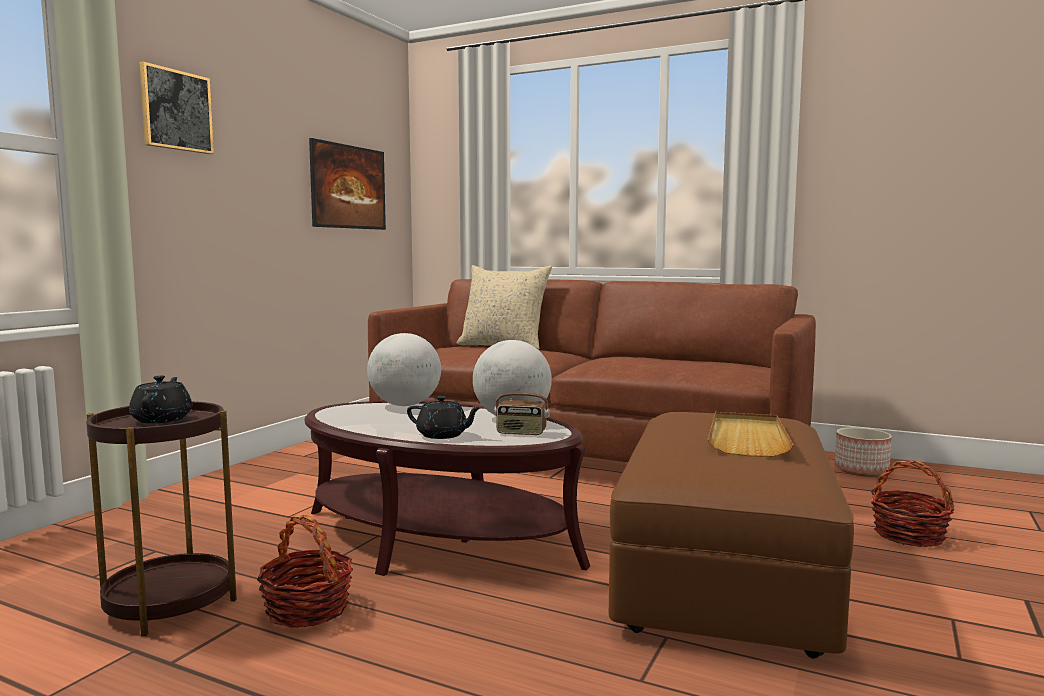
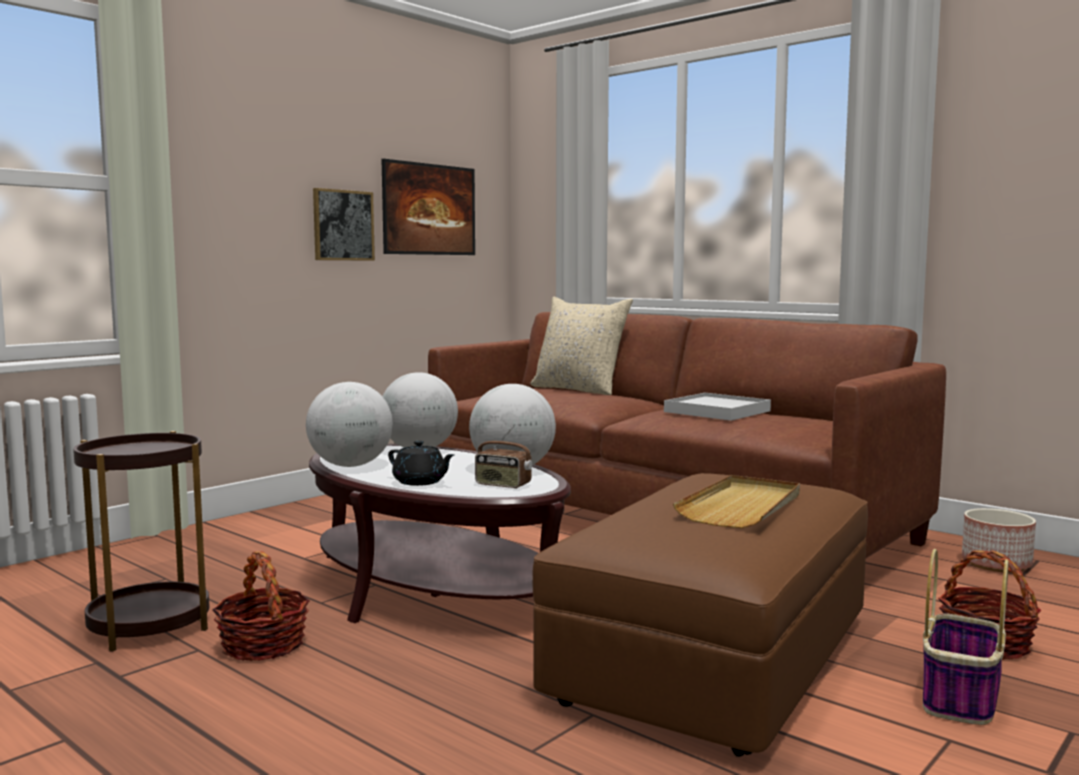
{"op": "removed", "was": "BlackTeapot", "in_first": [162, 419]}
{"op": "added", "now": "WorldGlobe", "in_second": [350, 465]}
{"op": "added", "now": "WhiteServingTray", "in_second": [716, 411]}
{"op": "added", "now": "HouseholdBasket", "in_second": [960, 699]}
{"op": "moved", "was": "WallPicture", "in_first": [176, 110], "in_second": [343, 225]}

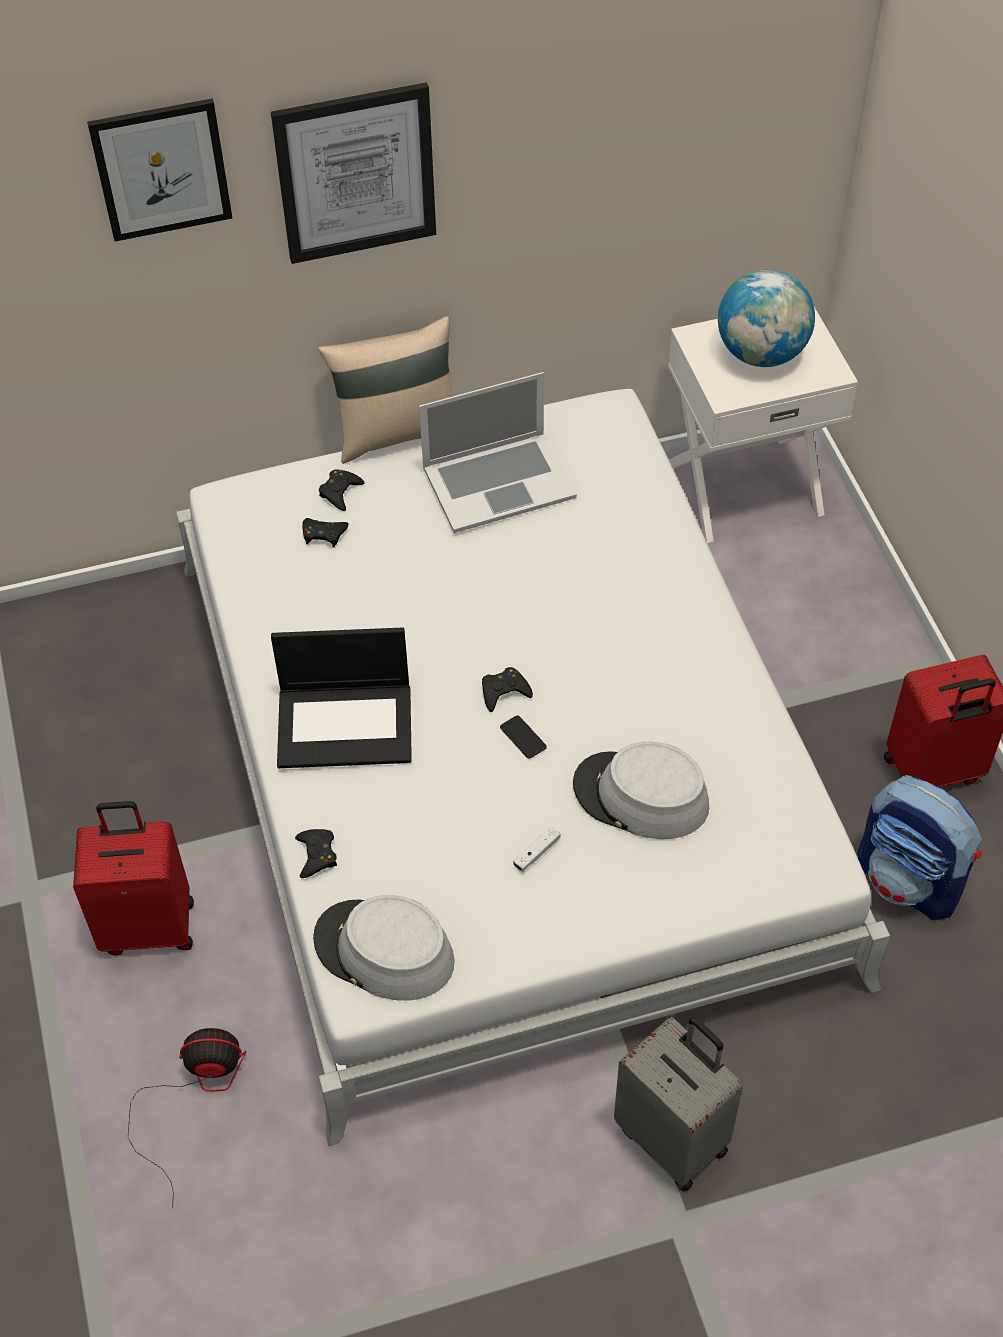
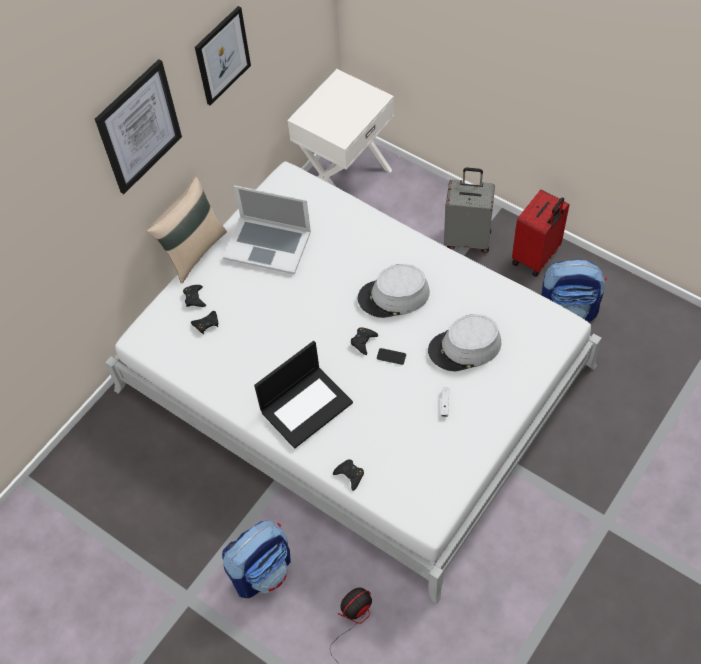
{"op": "removed", "was": "WorldGlobe", "in_first": [761, 353]}
{"op": "moved", "was": "WallPicture", "in_first": [161, 169], "in_second": [222, 55]}
{"op": "moved", "was": "GreyishClothingHat", "in_first": [383, 951], "in_second": [394, 296]}
{"op": "moved", "was": "GreyishTravelCase", "in_first": [674, 1138], "in_second": [467, 238]}
{"op": "replaced", "was": "RedTravelCase", "now": "Knapsack", "in_first": [149, 925], "in_second": [262, 570]}
{"op": "turned", "was": "PortableComputer", "in_first": [498, 481], "in_second": [267, 244], "clockwise": 75}

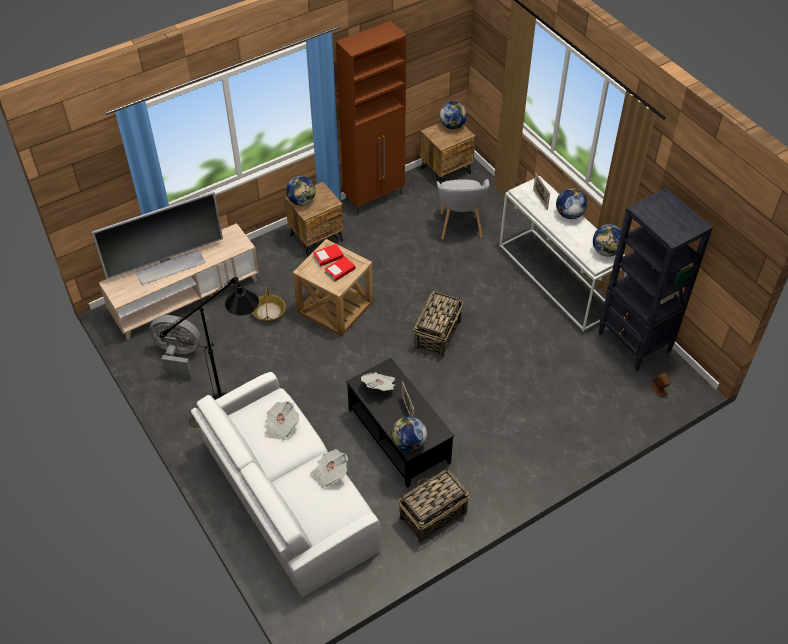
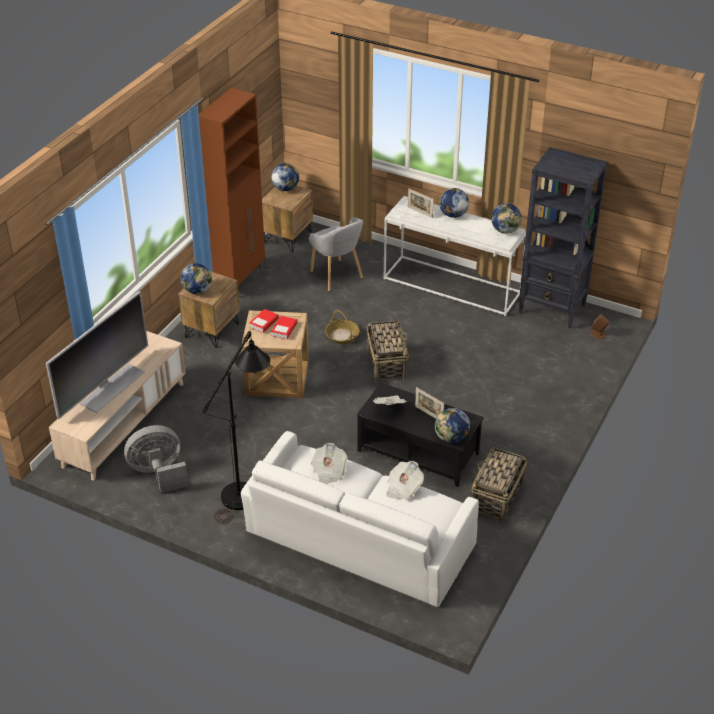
{"op": "moved", "was": "HouseholdBasket", "in_first": [269, 312], "in_second": [342, 336]}

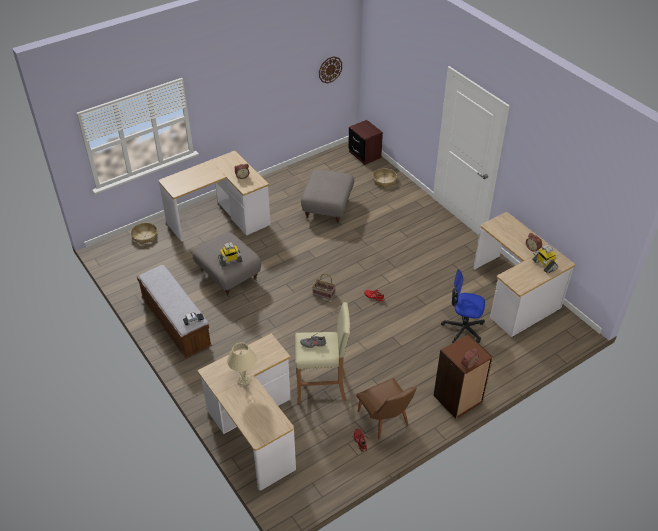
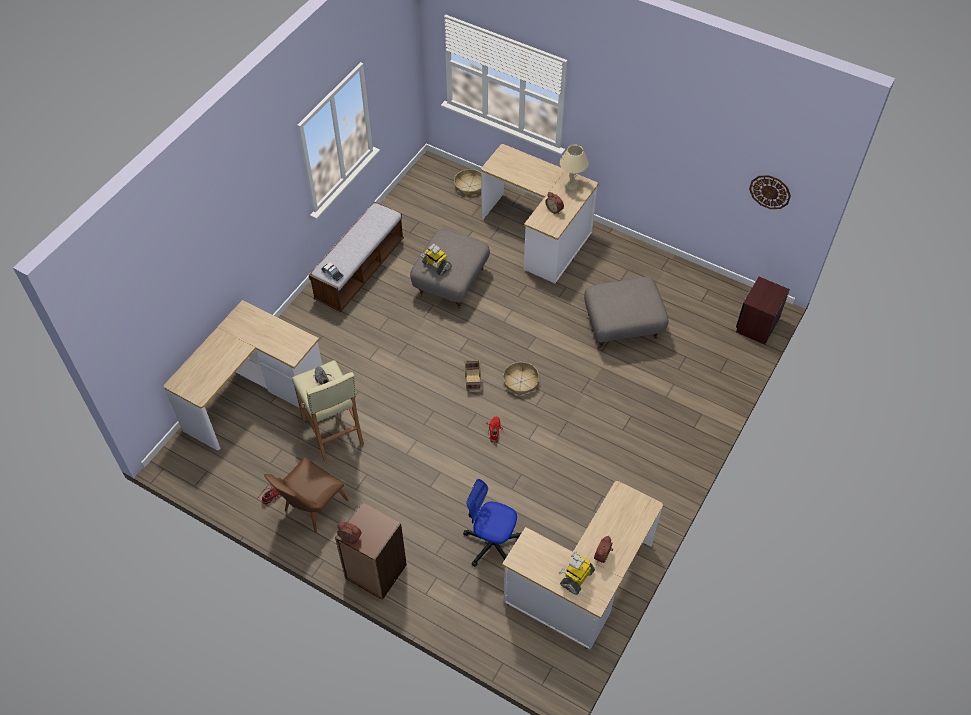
{"op": "moved", "was": "SandColouredLampForATable", "in_first": [244, 379], "in_second": [572, 185]}
{"op": "moved", "was": "HouseholdBasket", "in_first": [384, 180], "in_second": [521, 382]}
{"op": "turned", "was": "DeskChair", "in_first": [463, 328], "in_second": [491, 543], "clockwise": -60}

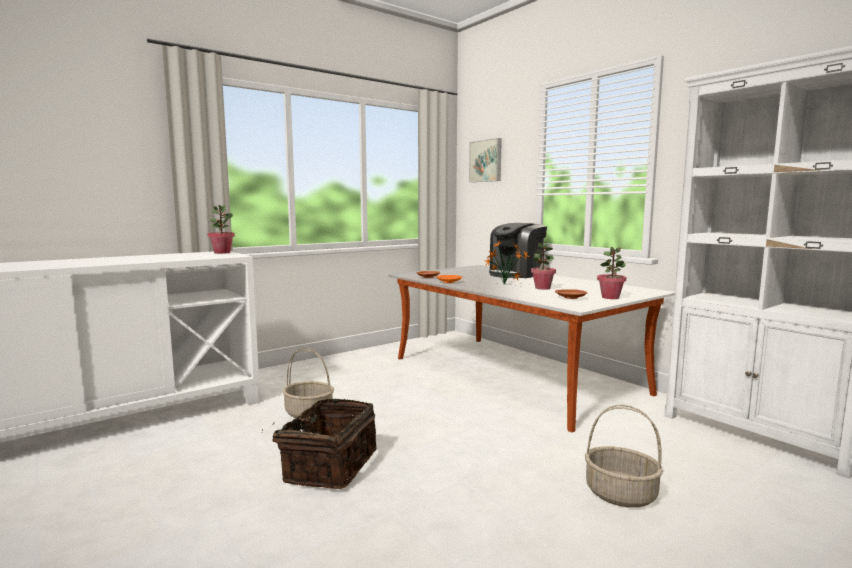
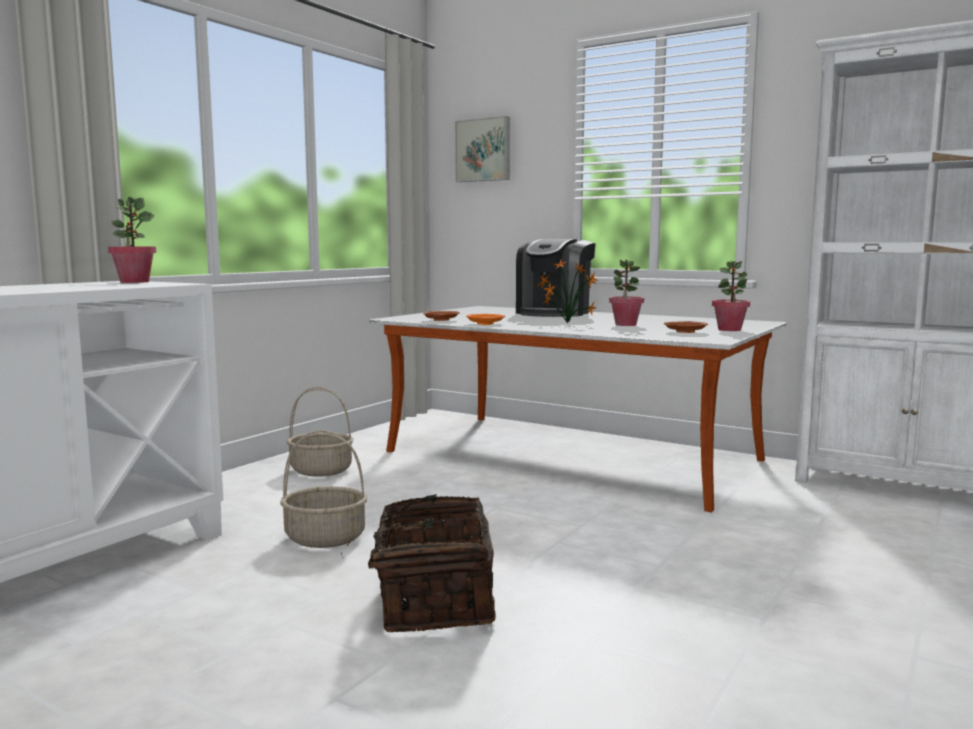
{"op": "moved", "was": "HouseholdBasket", "in_first": [621, 494], "in_second": [322, 470]}

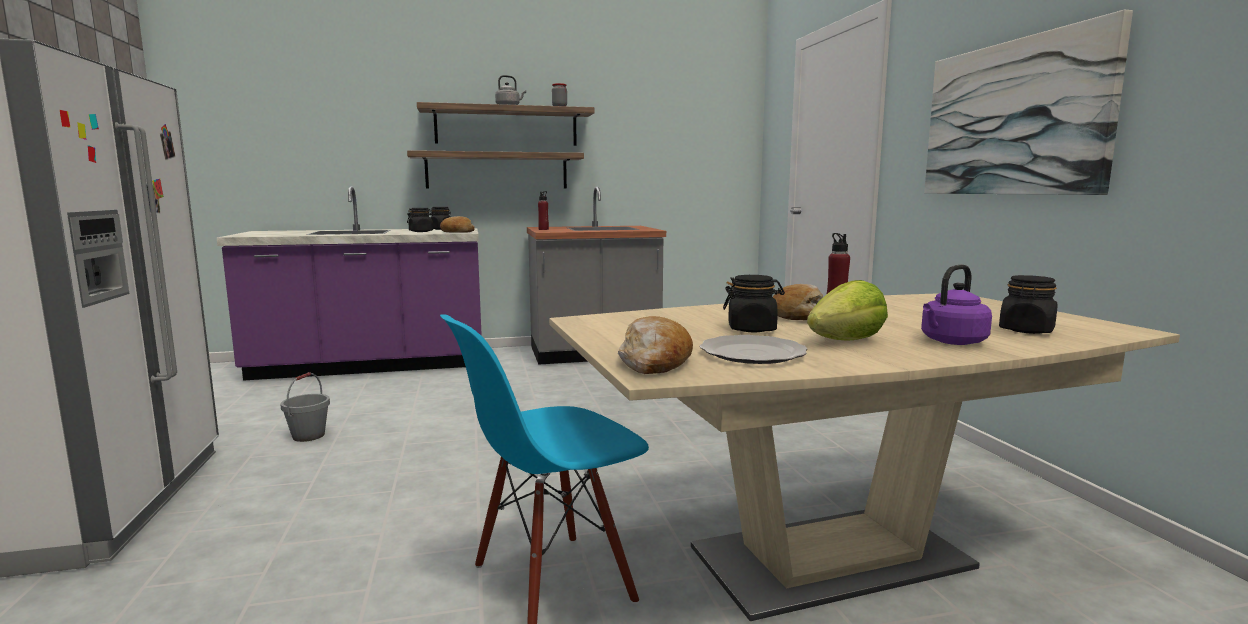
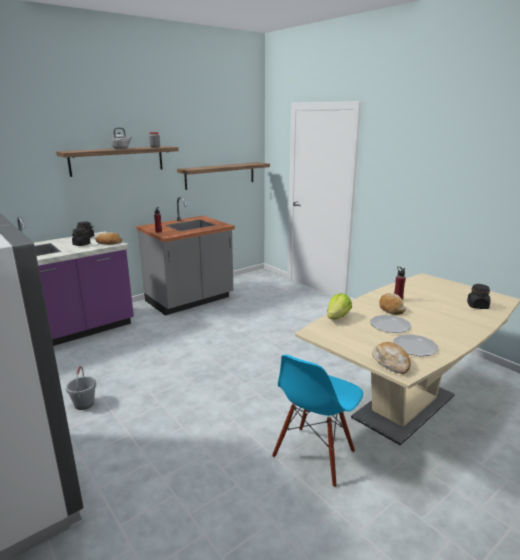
{"op": "removed", "was": "PurpleColouredTeaKettle", "in_first": [951, 342]}
{"op": "removed", "was": "WallPicture", "in_first": [1013, 118]}
{"op": "moved", "was": "Shelf", "in_first": [497, 171], "in_second": [220, 175]}
{"op": "moved", "was": "Lettuce", "in_first": [846, 341], "in_second": [337, 317]}
{"op": "replaced", "was": "BlackJar", "now": "DinnerPlate", "in_first": [752, 329], "in_second": [390, 326]}

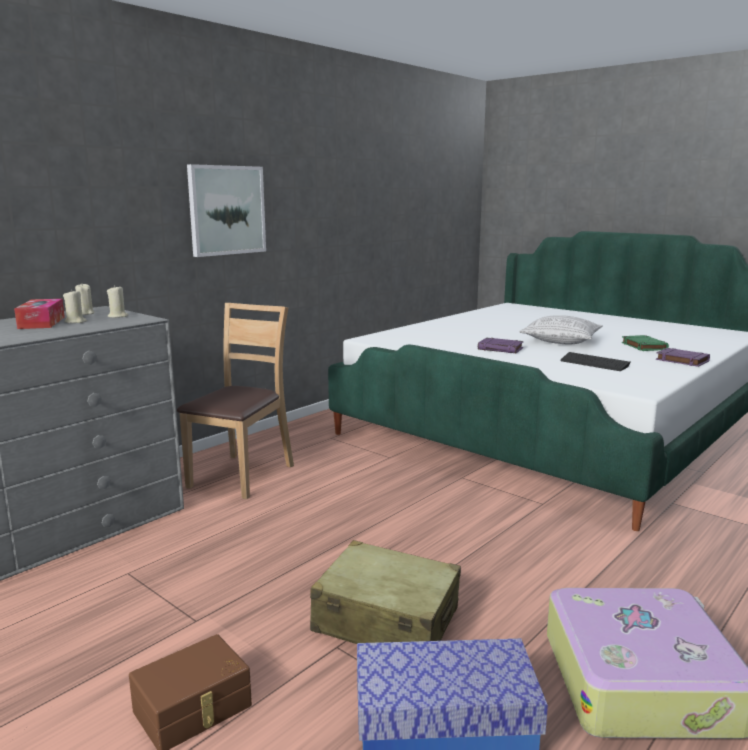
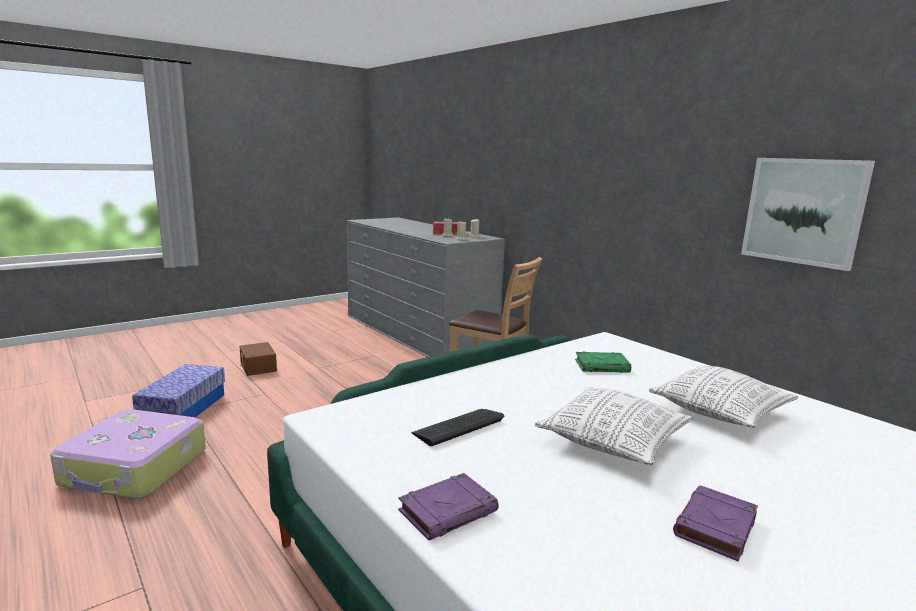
{"op": "removed", "was": "SandColouredTravelCase", "in_first": [386, 620]}
{"op": "added", "now": "Pillow", "in_second": [719, 411]}
{"op": "moved", "was": "WallPicture", "in_first": [226, 210], "in_second": [803, 211]}
{"op": "moved", "was": "PurpleColouredVolume", "in_first": [501, 349], "in_second": [715, 527]}
{"op": "moved", "was": "GreenColouredVolume", "in_first": [643, 346], "in_second": [602, 366]}

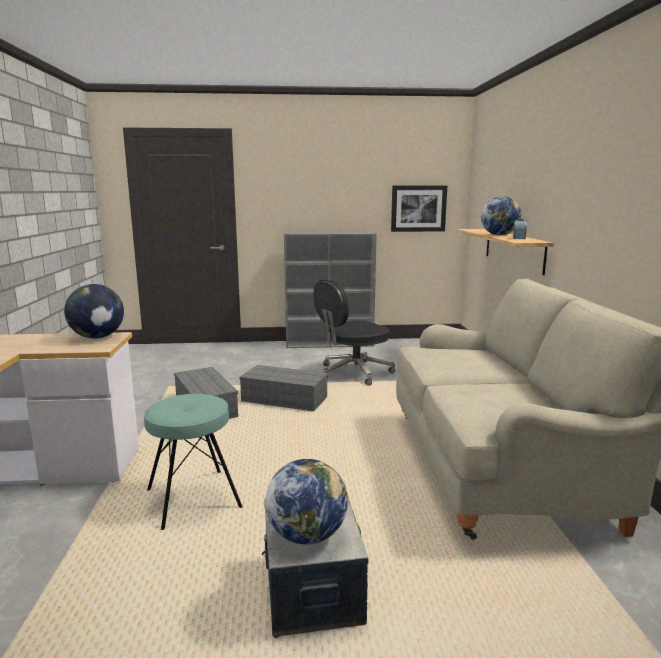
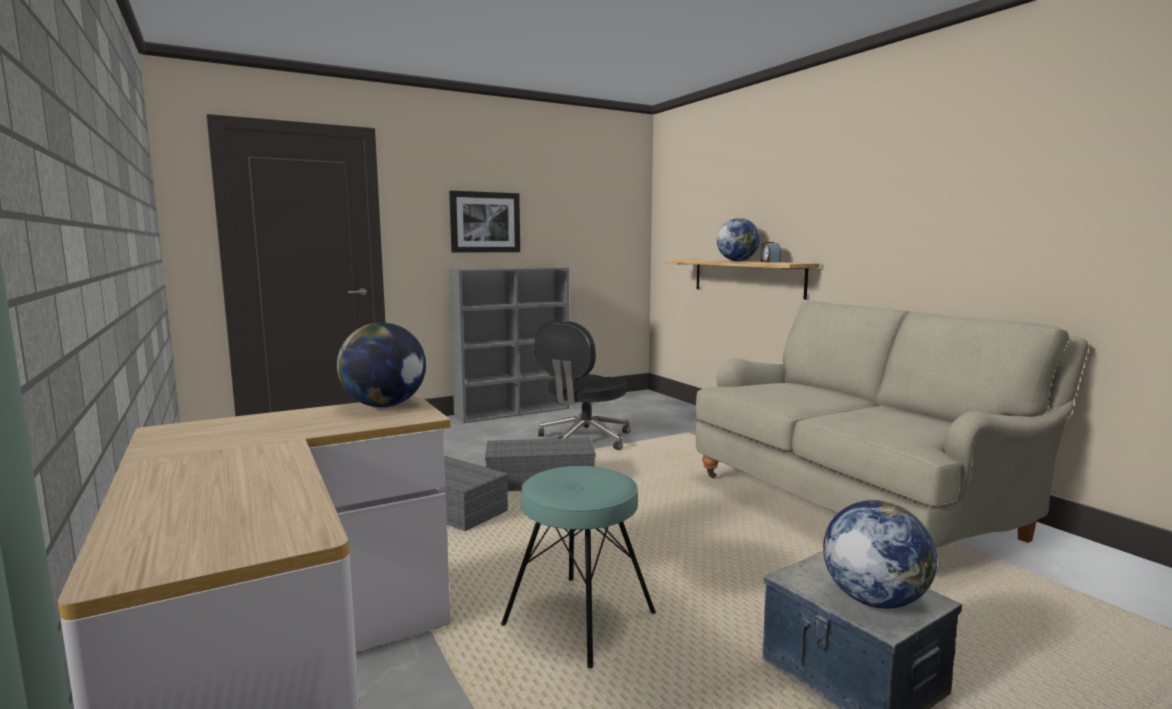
{"op": "moved", "was": "WallPicture", "in_first": [418, 208], "in_second": [485, 222]}

